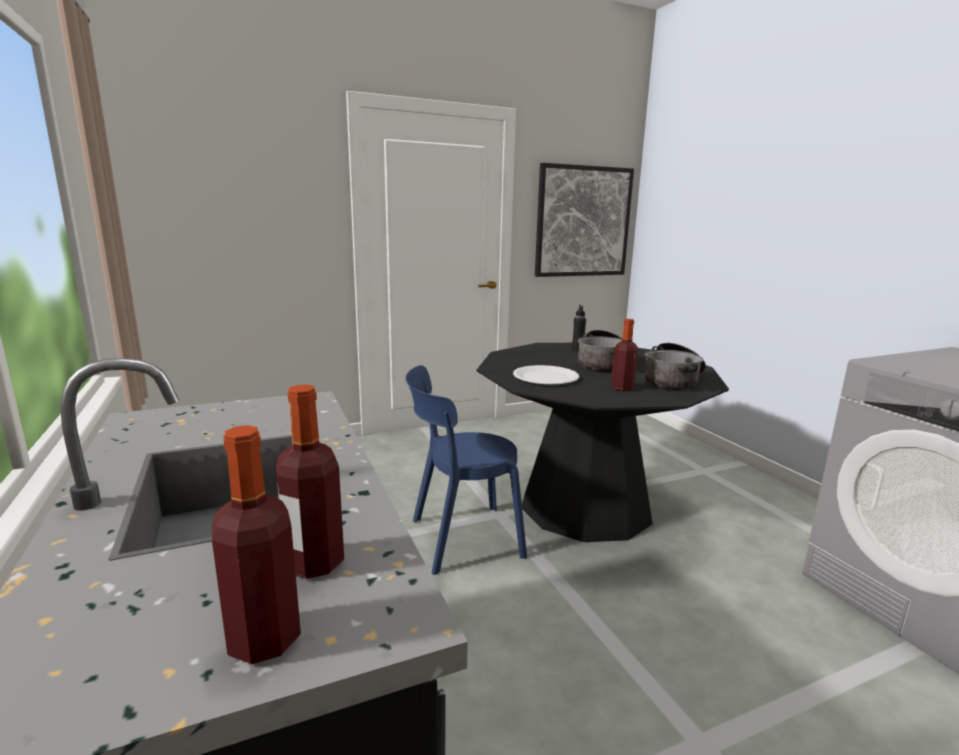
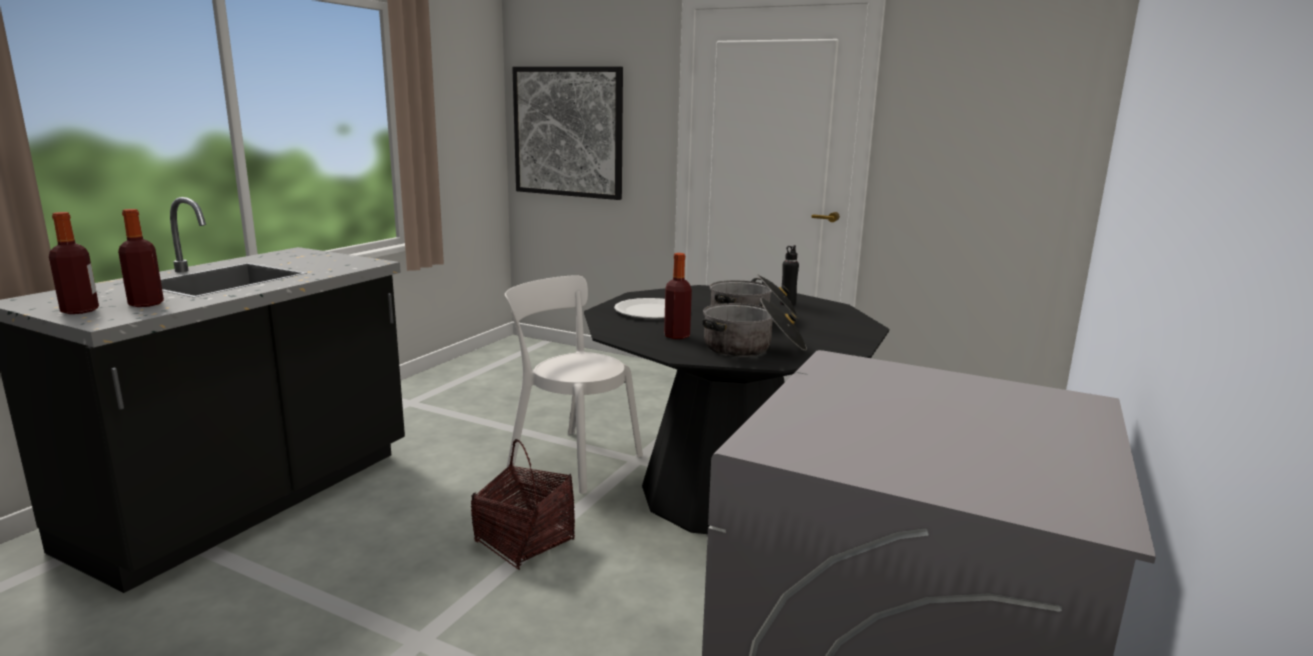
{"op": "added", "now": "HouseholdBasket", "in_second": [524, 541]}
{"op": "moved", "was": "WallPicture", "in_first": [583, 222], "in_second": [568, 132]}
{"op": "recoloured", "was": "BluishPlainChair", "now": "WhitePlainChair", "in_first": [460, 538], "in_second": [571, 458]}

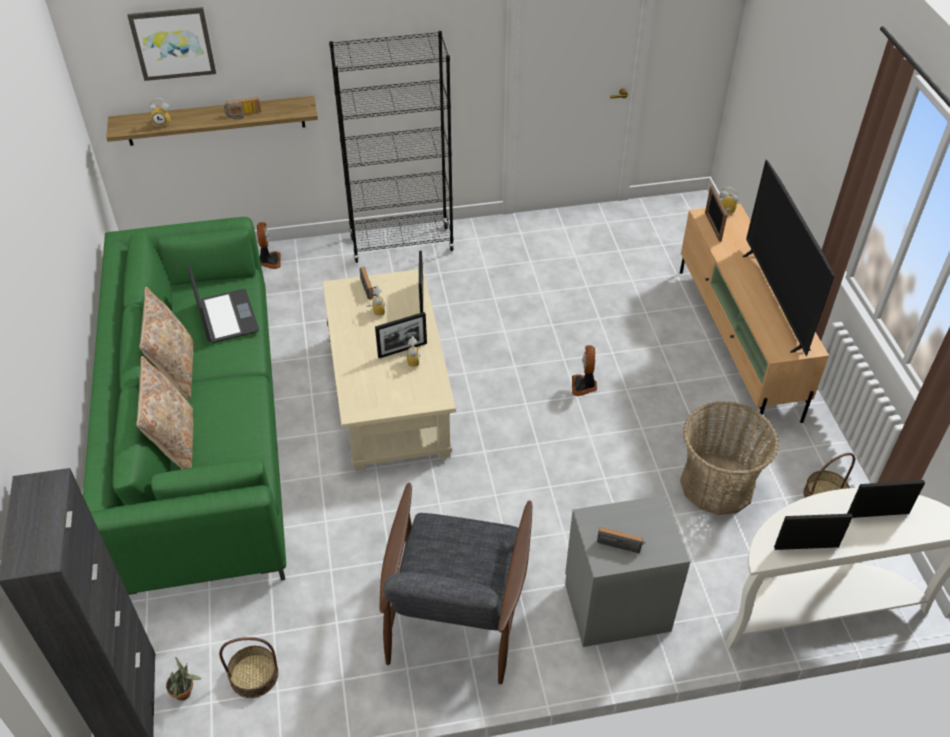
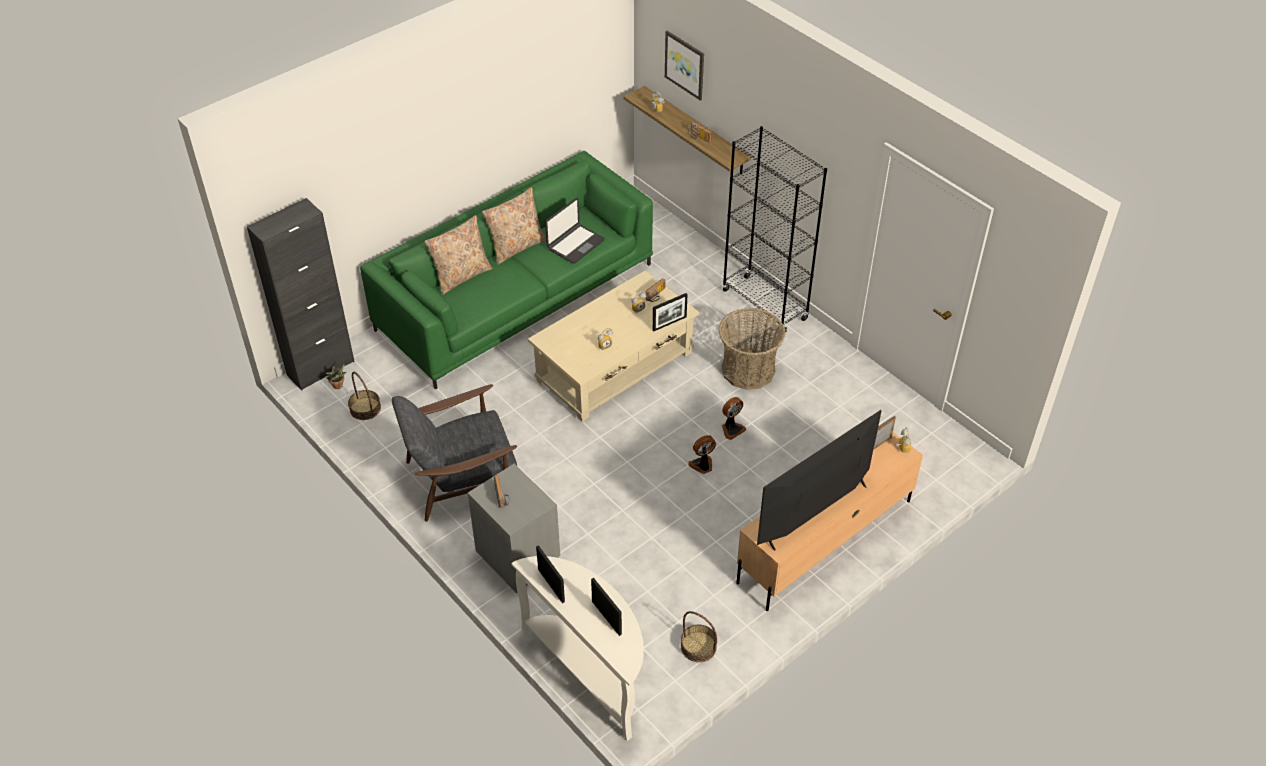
{"op": "removed", "was": "PictureFrame", "in_first": [402, 350]}
{"op": "moved", "was": "CoolingFan", "in_first": [269, 261], "in_second": [731, 429]}
{"op": "moved", "was": "HouseholdBasket", "in_first": [717, 484], "in_second": [748, 370]}

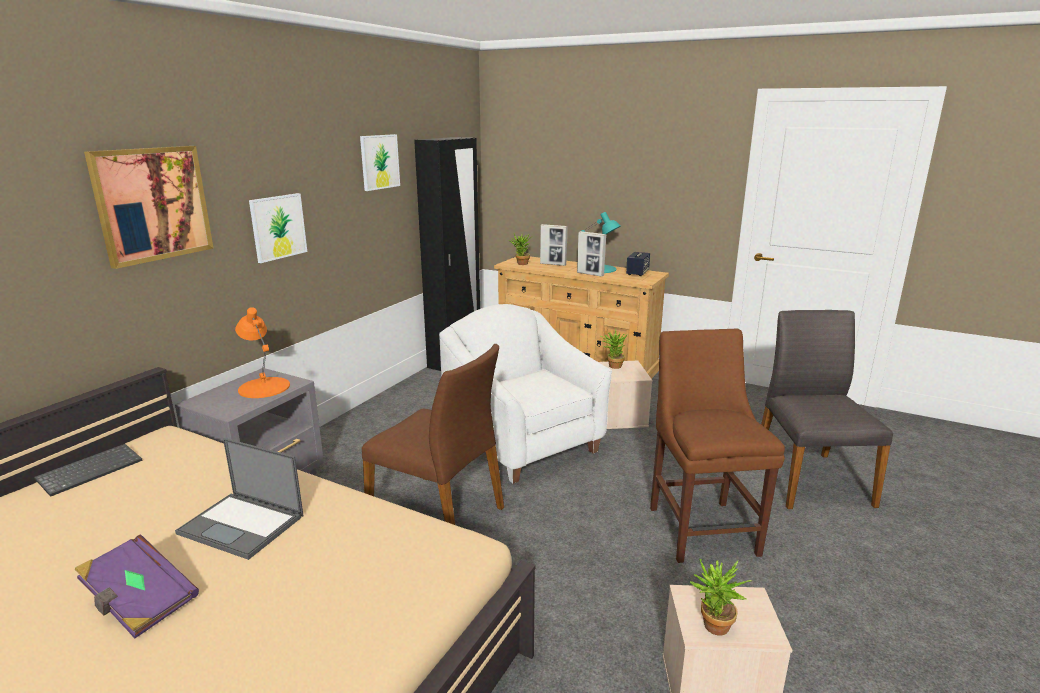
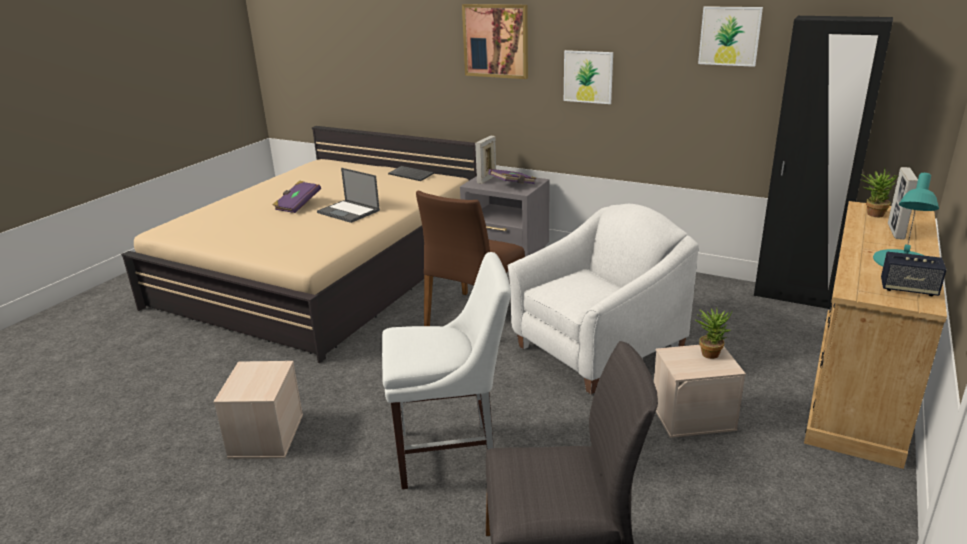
{"op": "removed", "was": "PottedPlant", "in_first": [712, 628]}
{"op": "moved", "was": "PictureFrame", "in_first": [590, 274], "in_second": [486, 179]}
{"op": "replaced", "was": "OrangeyLampForATable", "now": "PurpleColouredVolume", "in_first": [264, 387], "in_second": [513, 185]}
{"op": "recoloured", "was": "BrownPlainChair", "now": "WhitePlainChair", "in_first": [701, 527], "in_second": [452, 454]}
{"op": "turned", "was": "PortableComputer", "in_first": [243, 525], "in_second": [349, 212], "clockwise": -75}

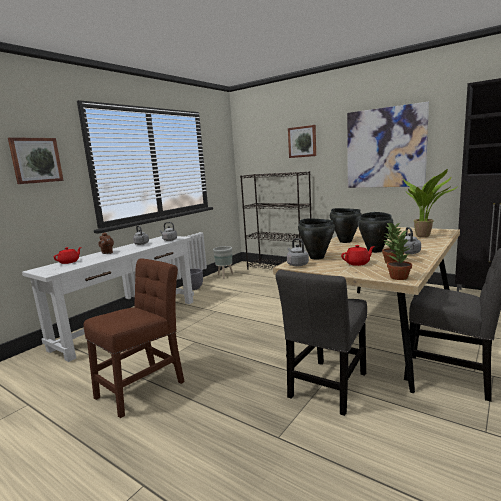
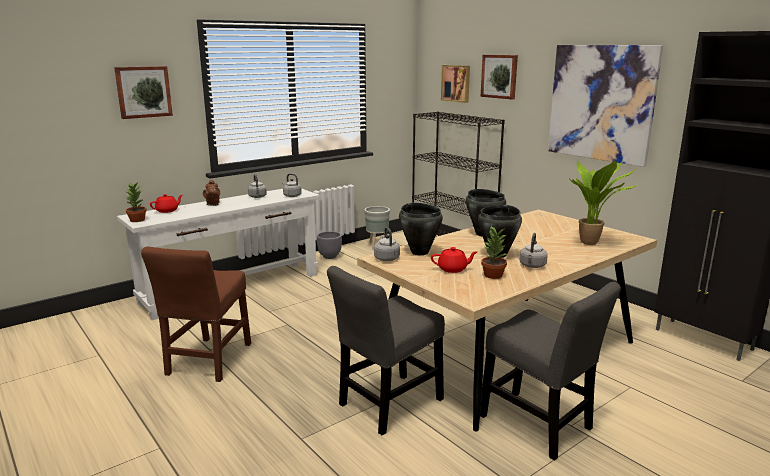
{"op": "added", "now": "WallPicture", "in_second": [456, 83]}
{"op": "moved", "was": "PottedPlant", "in_first": [399, 277], "in_second": [137, 220]}
{"op": "turned", "was": "BrownPlainChair", "in_first": [144, 387], "in_second": [208, 361], "clockwise": 135}

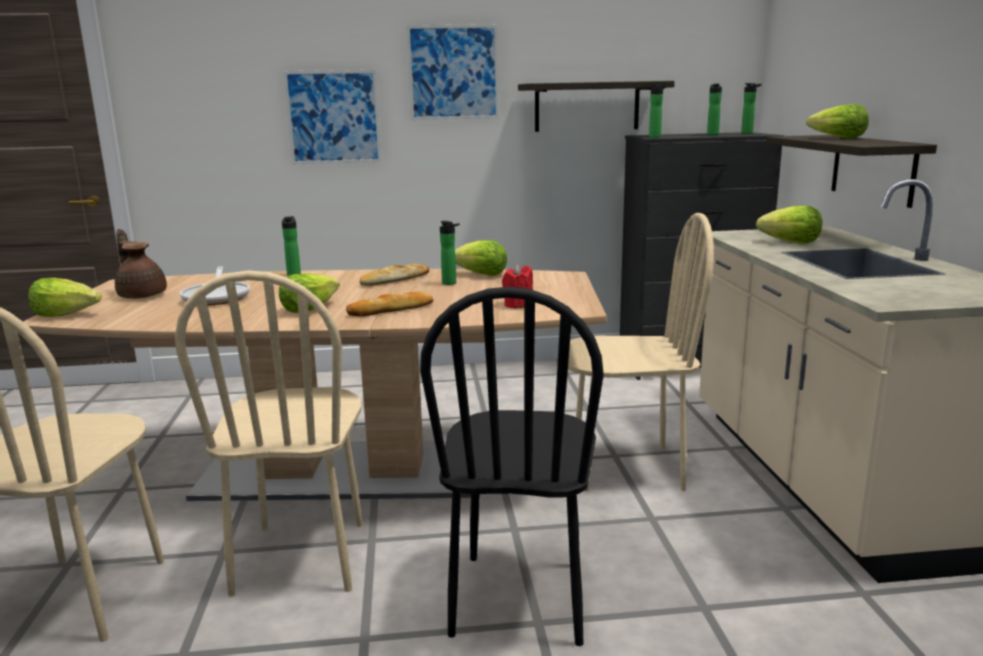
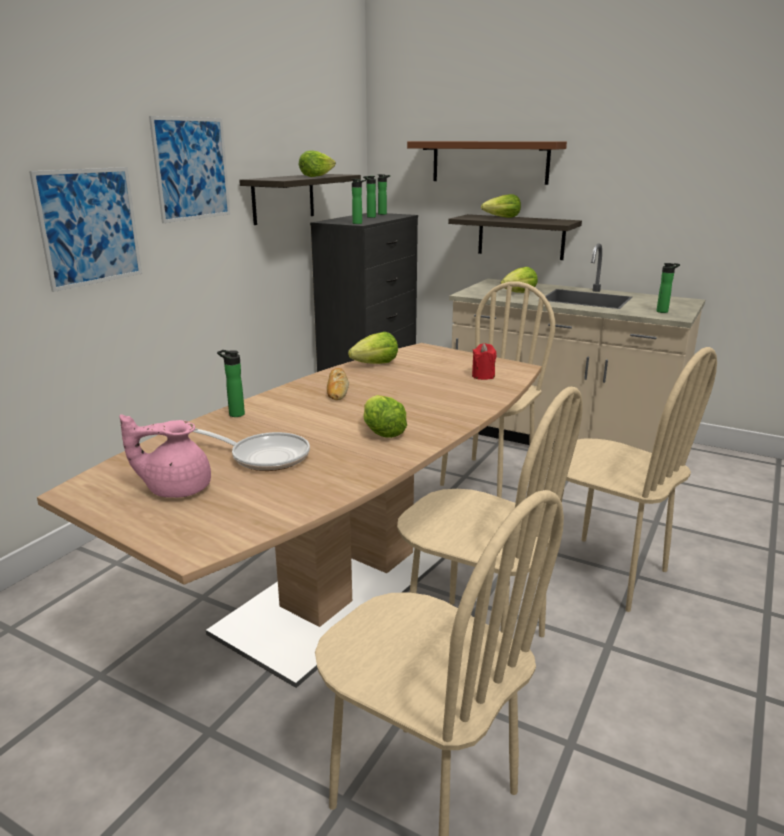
{"op": "removed", "was": "BakedBread", "in_first": [391, 310]}
{"op": "added", "now": "BrownShelf", "in_second": [489, 162]}
{"op": "moved", "was": "Lettuce", "in_first": [67, 315], "in_second": [316, 176]}
{"op": "moved", "was": "BeverageBottle", "in_first": [451, 283], "in_second": [663, 311]}
{"op": "recoloured", "was": "BrownTeapot", "now": "PinkColouredTeapot", "in_first": [142, 295], "in_second": [176, 488]}
{"op": "recoloured", "was": "BlackPlainChair", "now": "SandColouredPlainChair", "in_first": [519, 598], "in_second": [604, 572]}

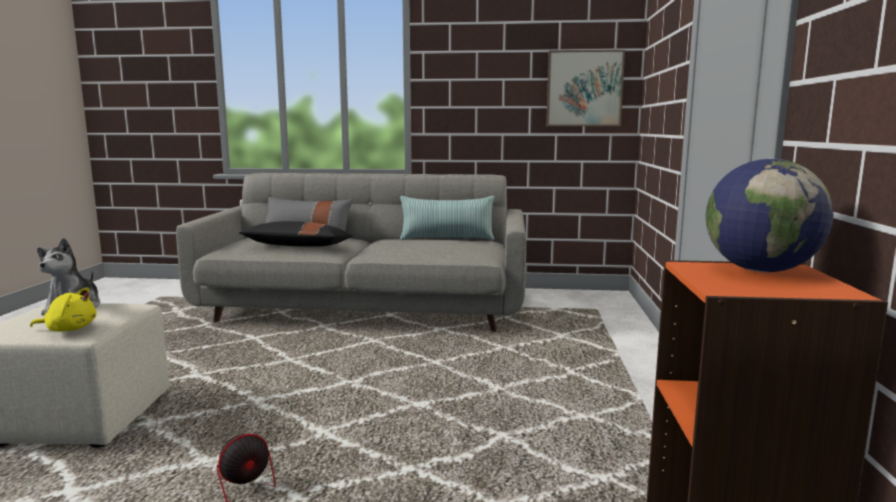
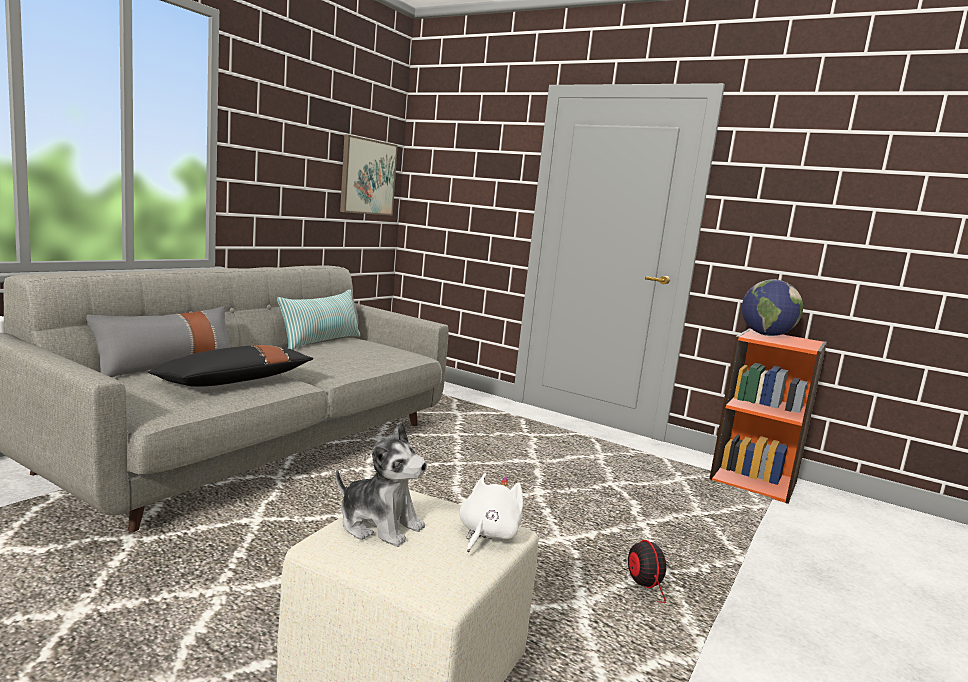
{"op": "recoloured", "was": "YellowishSoftToy", "now": "WhiteSoftToy", "in_first": [69, 329], "in_second": [487, 534]}

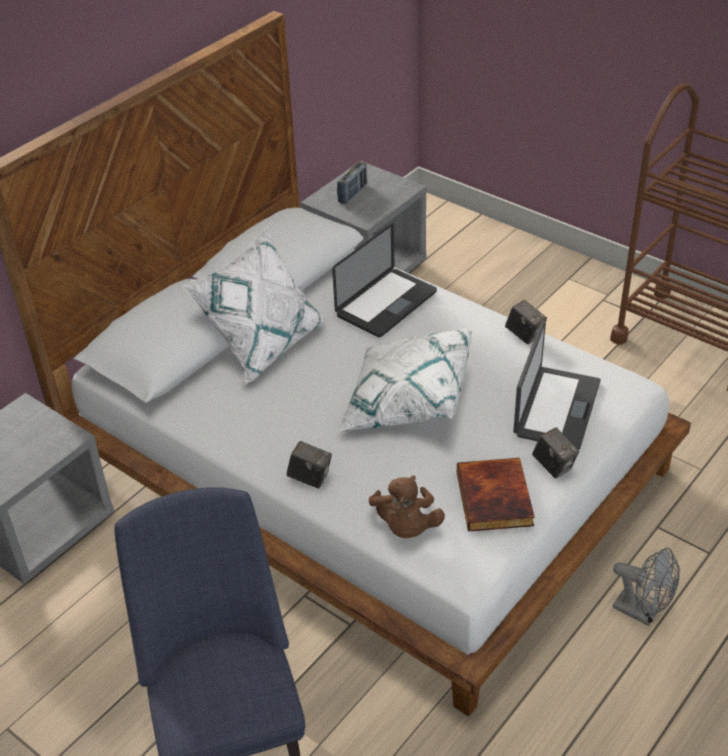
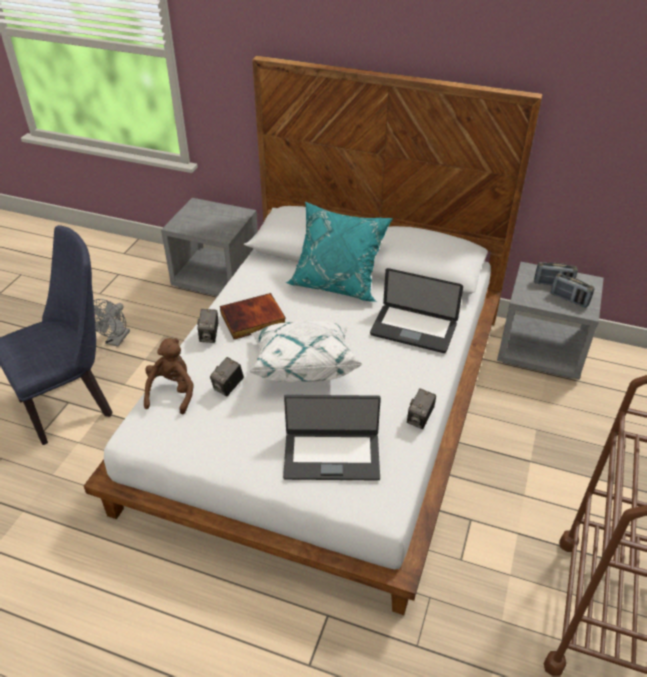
{"op": "added", "now": "RadioReceiver", "in_second": [569, 299]}
{"op": "moved", "was": "Volume", "in_first": [496, 498], "in_second": [253, 319]}
{"op": "moved", "was": "PhotoCamera", "in_first": [554, 466], "in_second": [228, 387]}
{"op": "moved", "was": "GreyishCoolingFan", "in_first": [642, 612], "in_second": [116, 341]}
{"op": "recoloured", "was": "WhitePillow", "now": "TurquoisePillow", "in_first": [263, 343], "in_second": [338, 282]}
{"op": "turned", "was": "BrownSoftToy", "in_first": [406, 527], "in_second": [172, 392], "clockwise": 120}

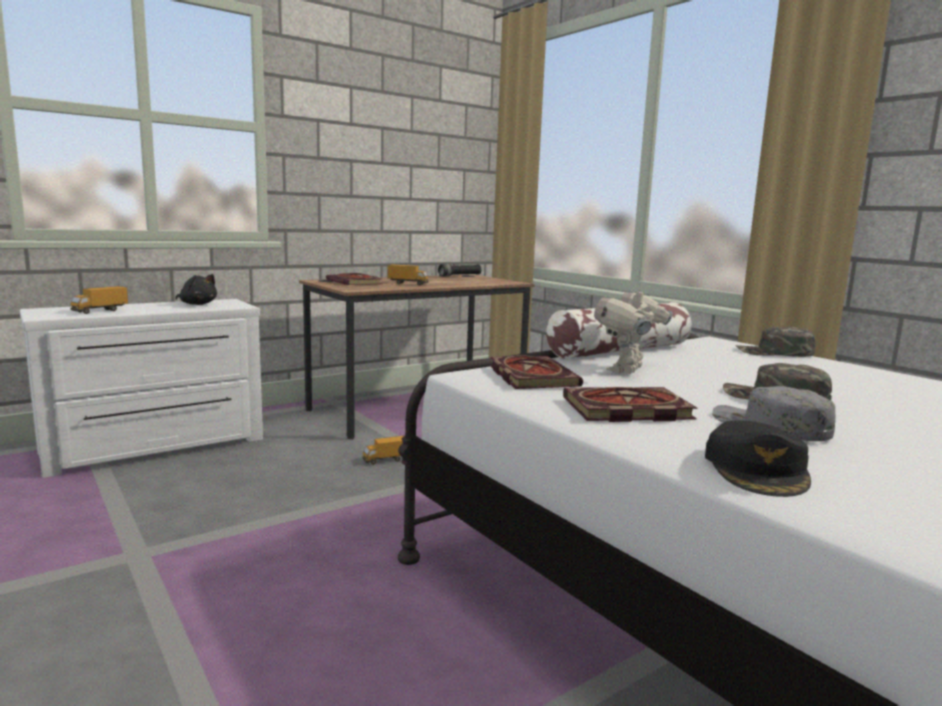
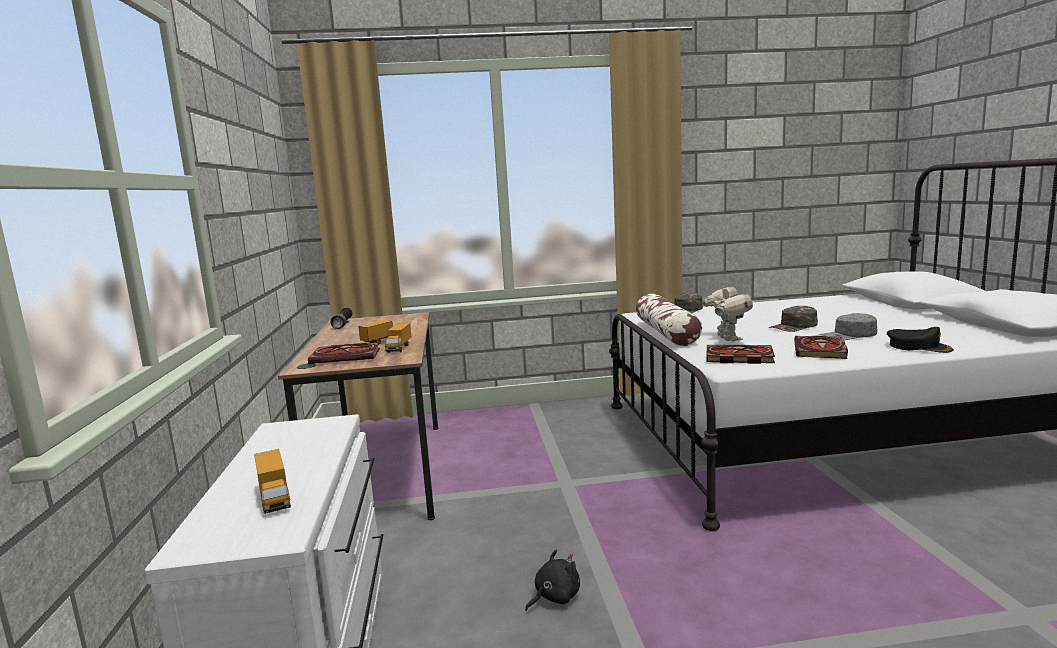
{"op": "moved", "was": "BlackSoftToy", "in_first": [197, 304], "in_second": [554, 597]}
{"op": "moved", "was": "ToyTruck", "in_first": [386, 460], "in_second": [399, 348]}
{"op": "turned", "was": "RobotFigure", "in_first": [628, 371], "in_second": [727, 339], "clockwise": -150}

